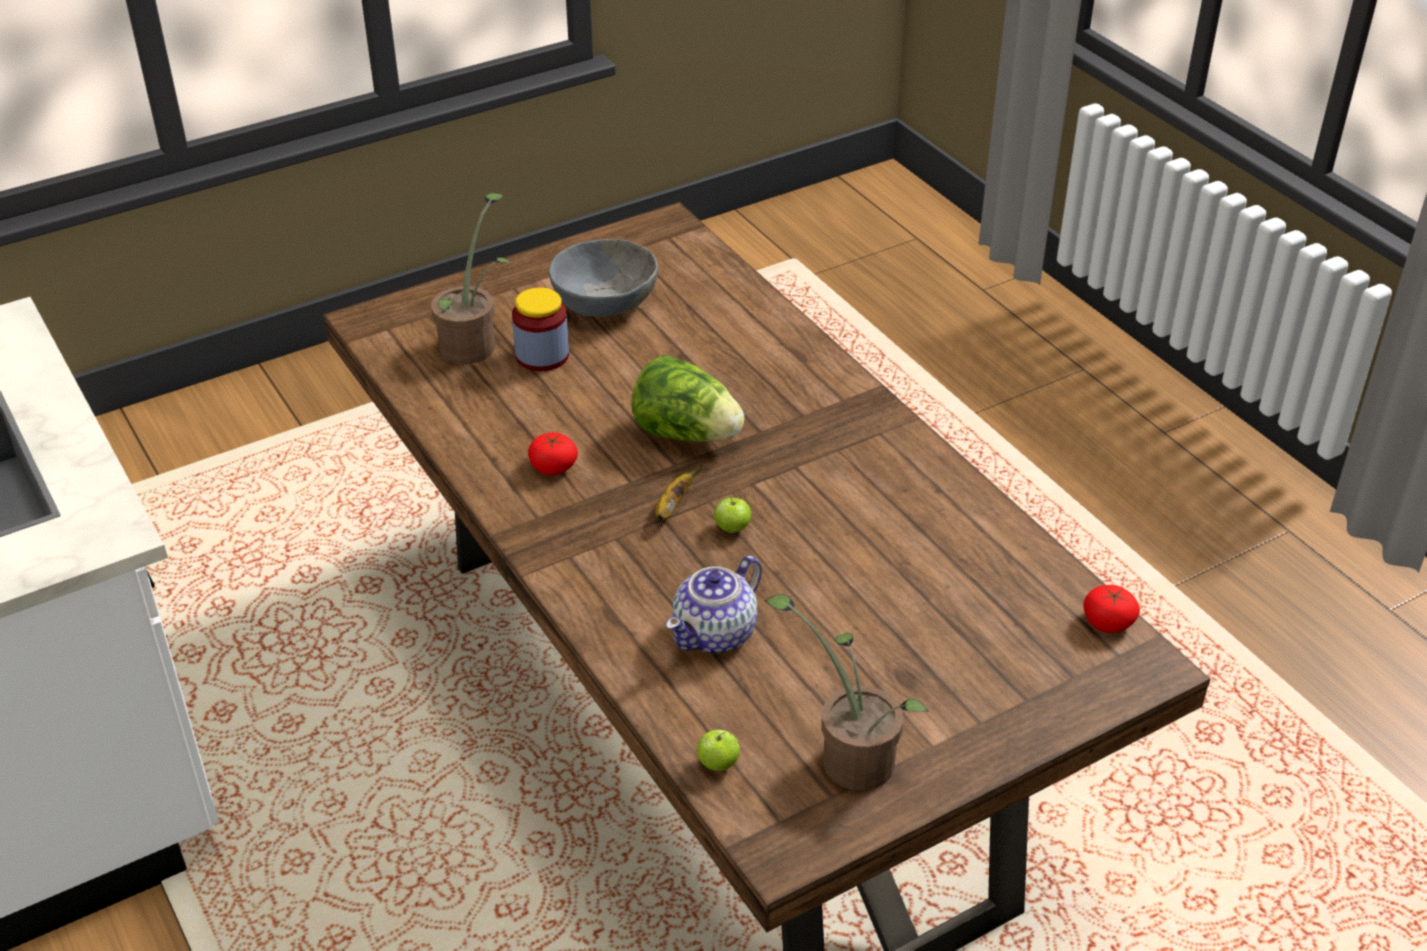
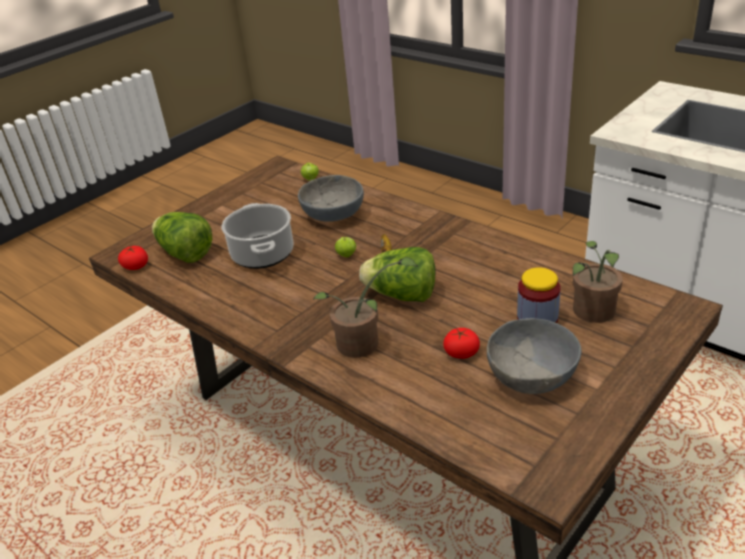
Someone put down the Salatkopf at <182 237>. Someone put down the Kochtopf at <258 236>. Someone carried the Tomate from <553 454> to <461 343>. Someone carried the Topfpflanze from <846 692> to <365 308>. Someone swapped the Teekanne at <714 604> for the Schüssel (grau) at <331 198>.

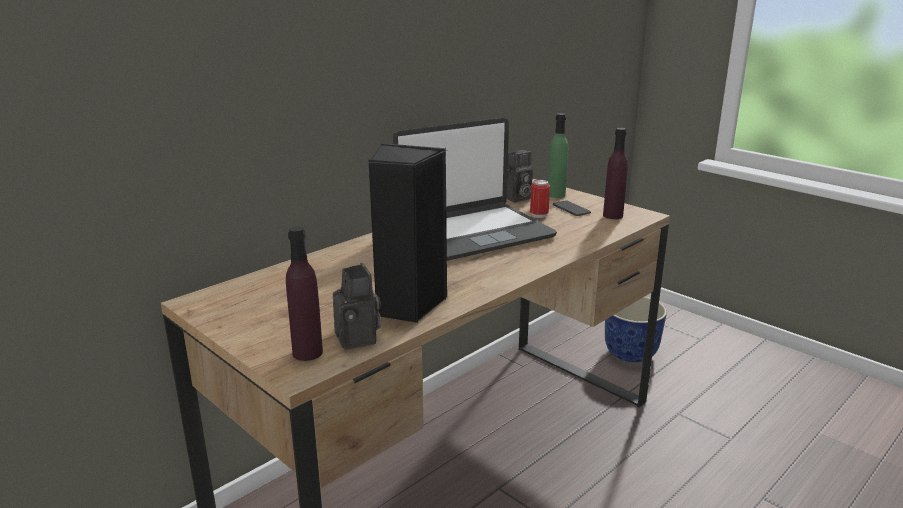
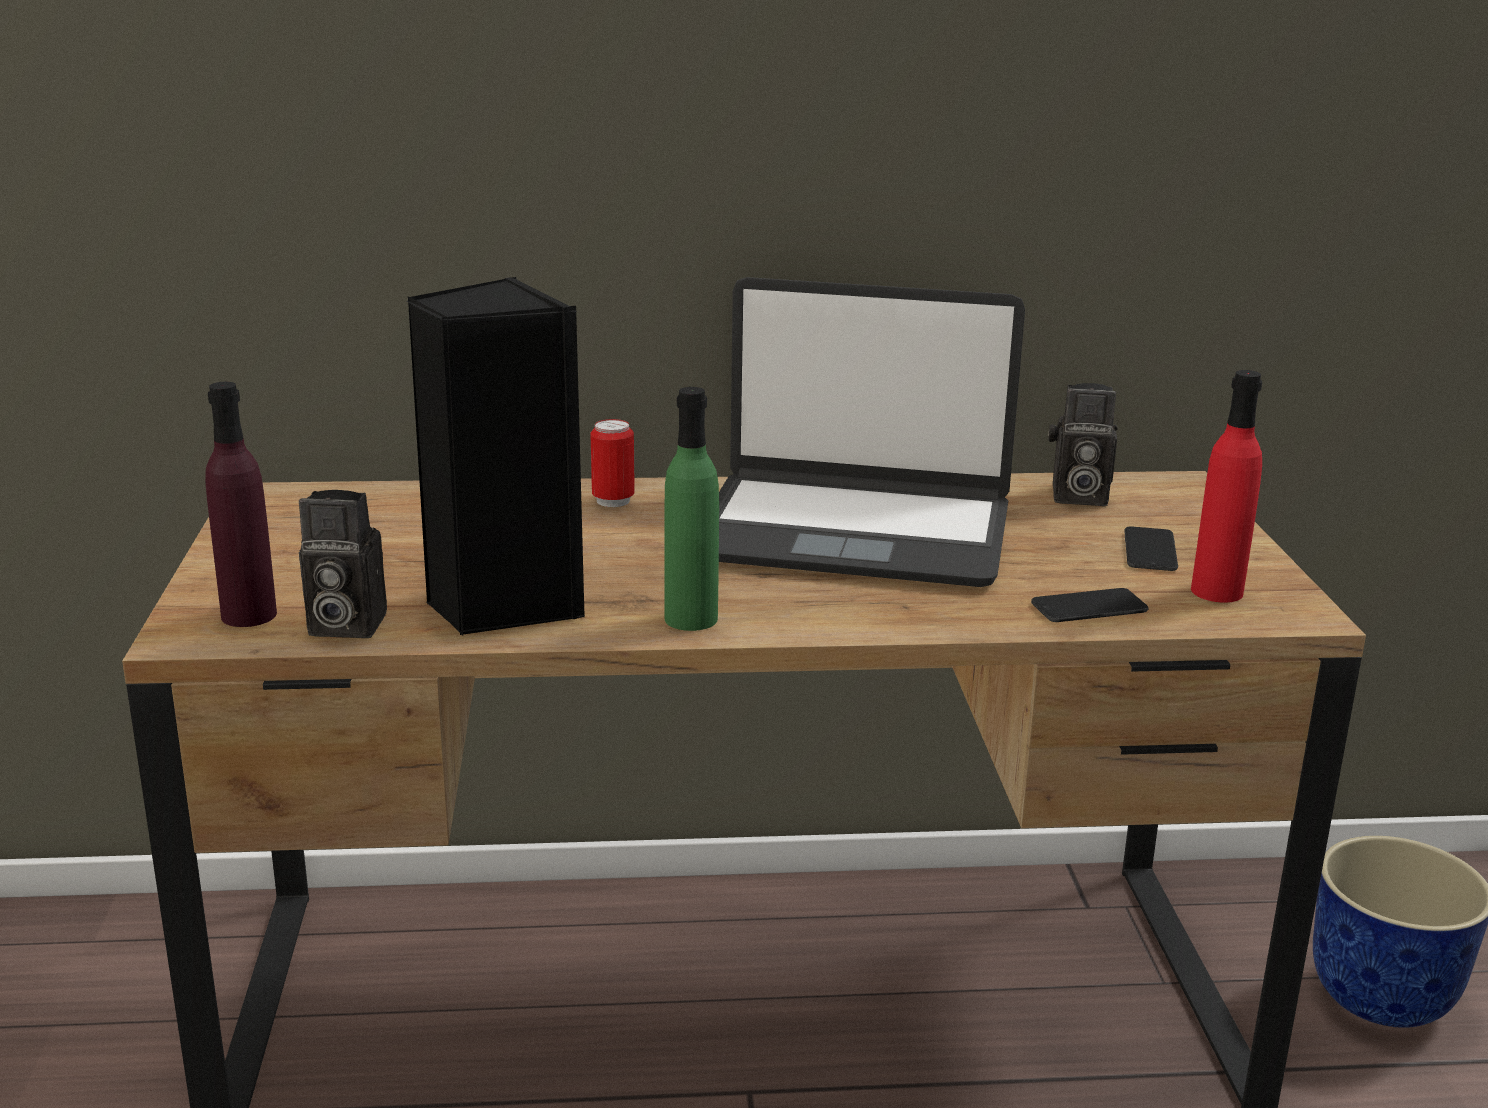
Someone put down the Handy at <1089 605>. Someone carried the Dose from <540 199> to <612 463>. Someone carried the Flasche (grün) from <558 155> to <692 509>. Someone repainted the Flasche (lila) at <615 173>, which became the Flasche (rot) at <1226 486>. Someone rotated the Kamera at <357 306> by 75 degrees clockwise.

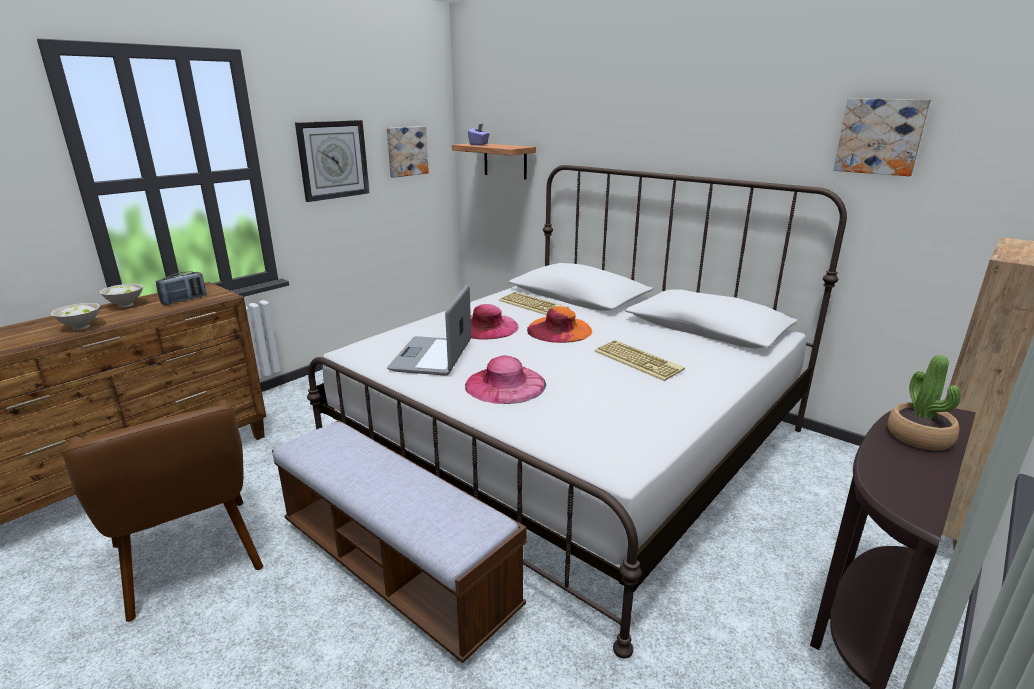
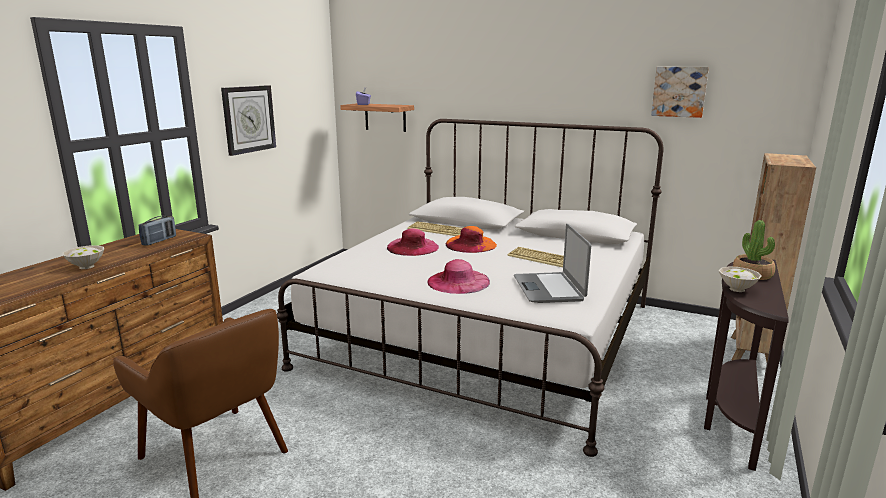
Someone took away the Bank at <399 541>. Someone took away the Bild at <408 152>. Someone carried the Schüssel (weiß) from <121 296> to <740 279>. Someone carried the Laptop from <429 330> to <552 263>.

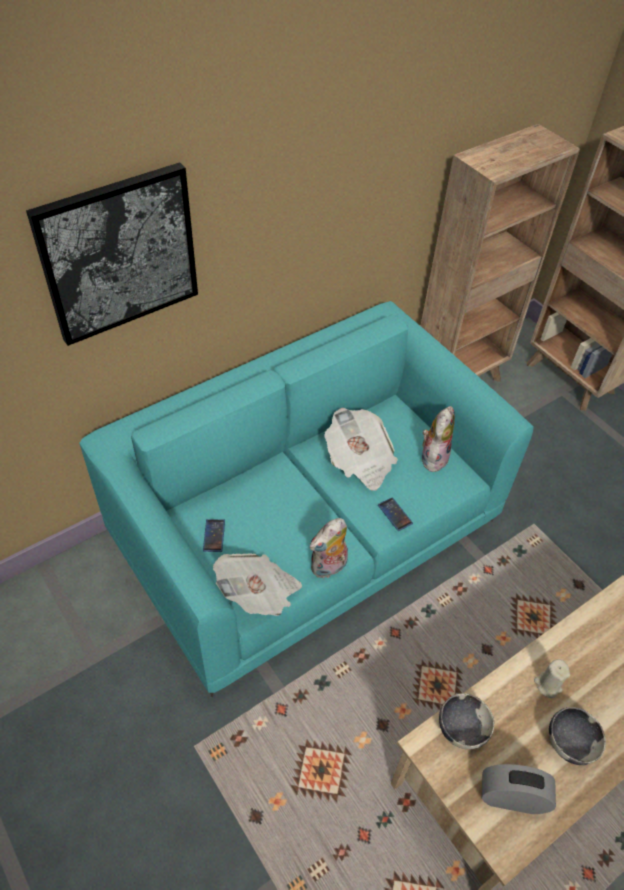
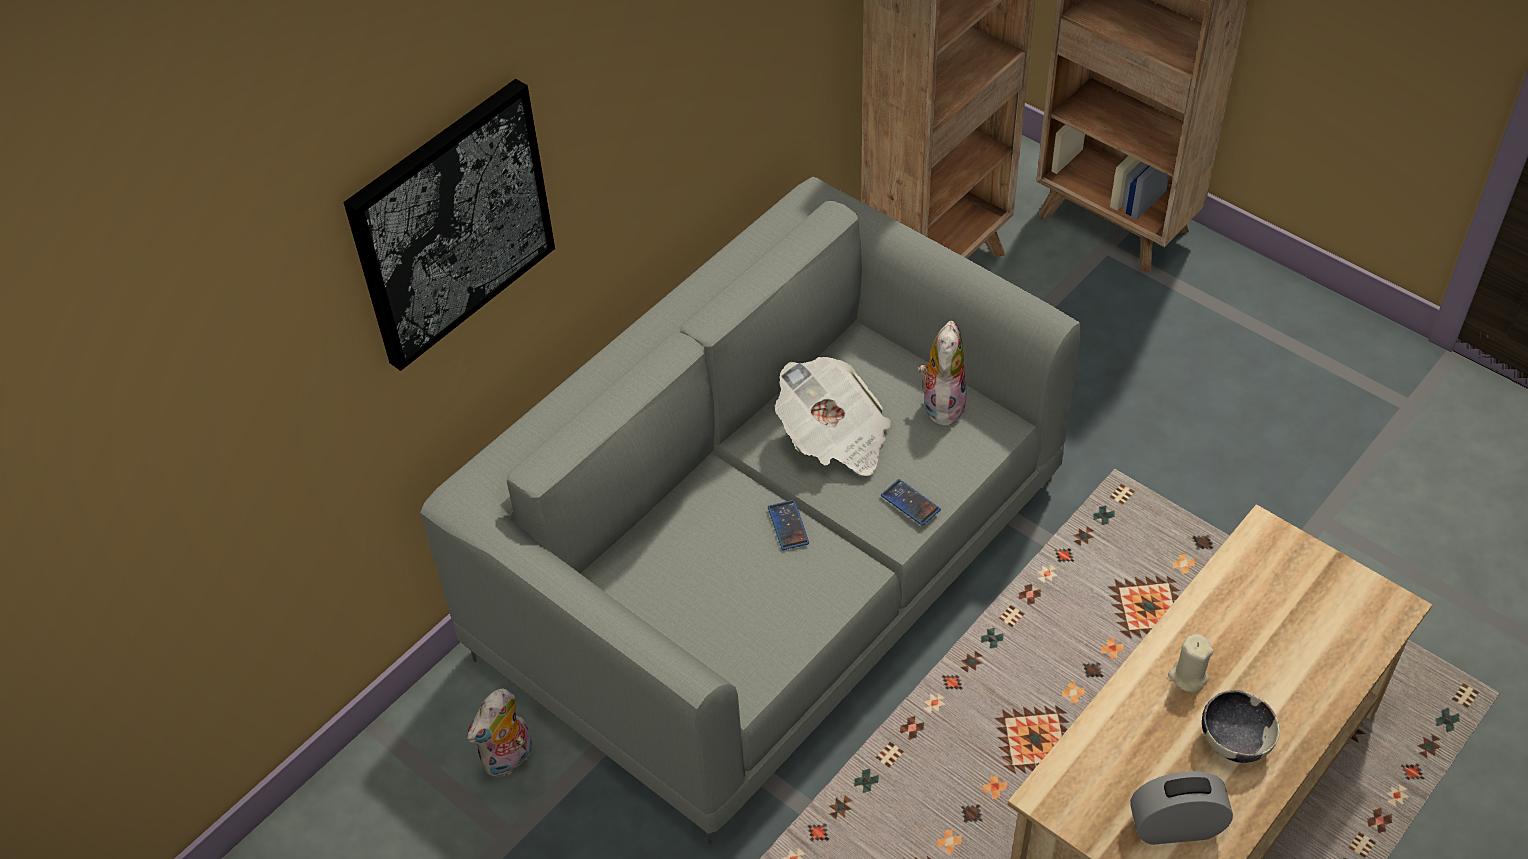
Someone took away the Zeitung at <257 584>. Someone took away the Schüssel at <466 721>. Someone carried the Handy from <214 535> to <788 525>. Someone carried the Plüschtier from <329 548> to <499 733>. Someone repainted the Sofa (türkis) at <306 499>, which became the Sofa (grau) at <750 510>.

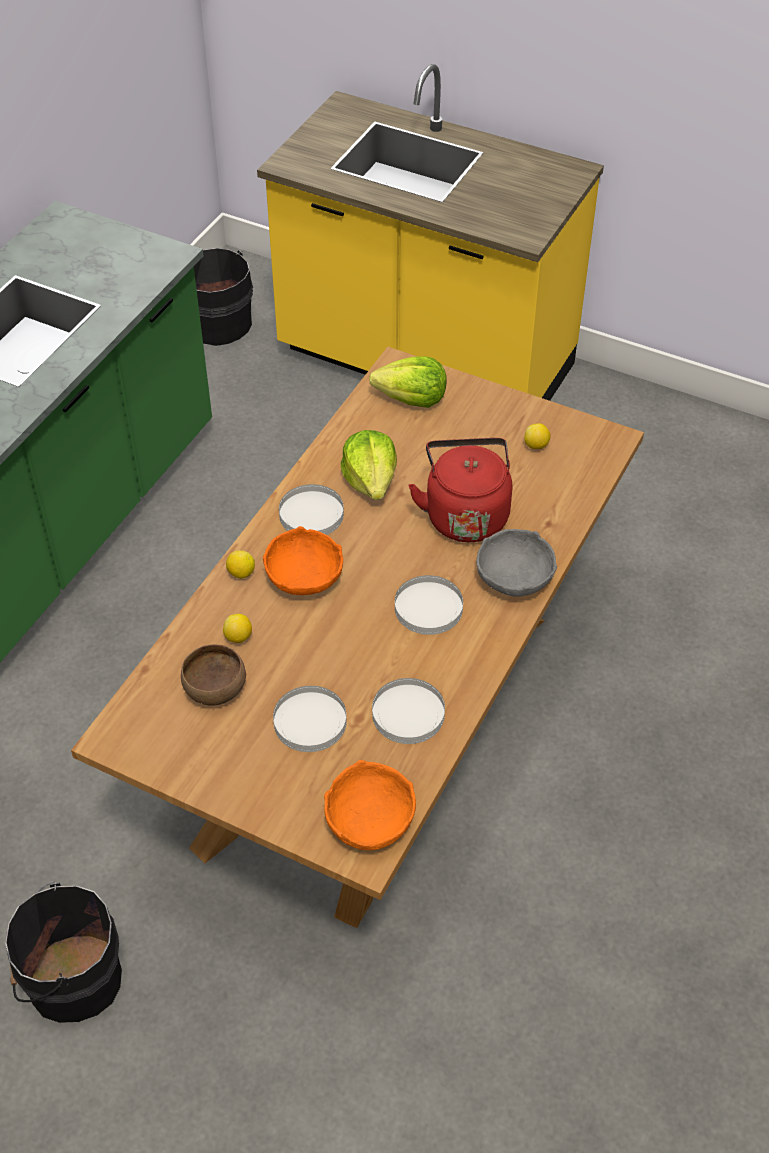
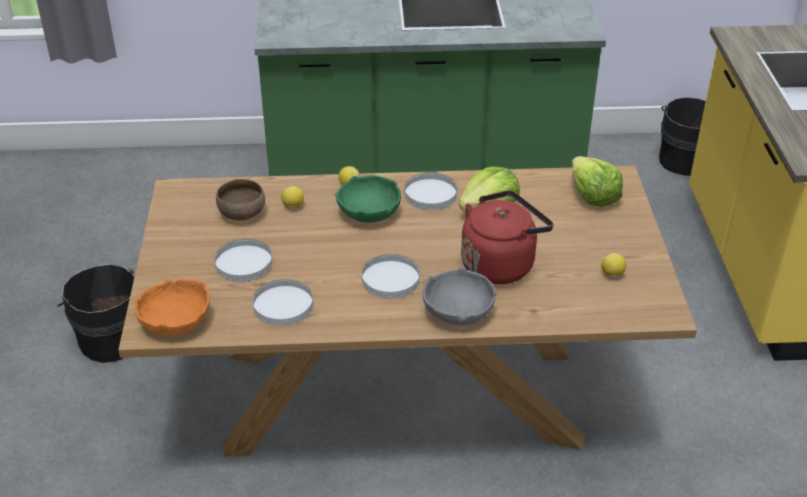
Someone repainted the Schüssel (orange) at <303 560>, which became the Schüssel (grün) at <368 199>.

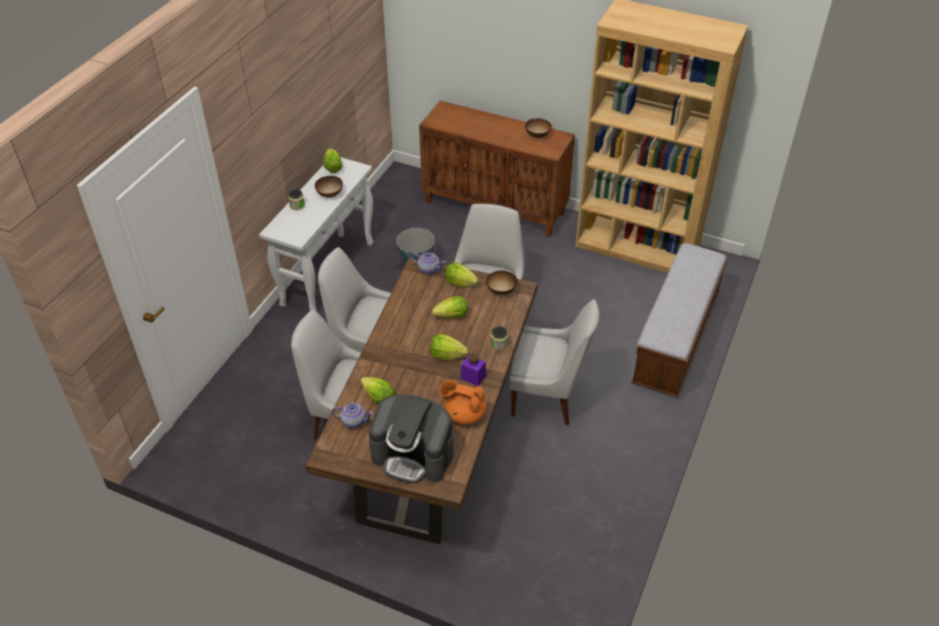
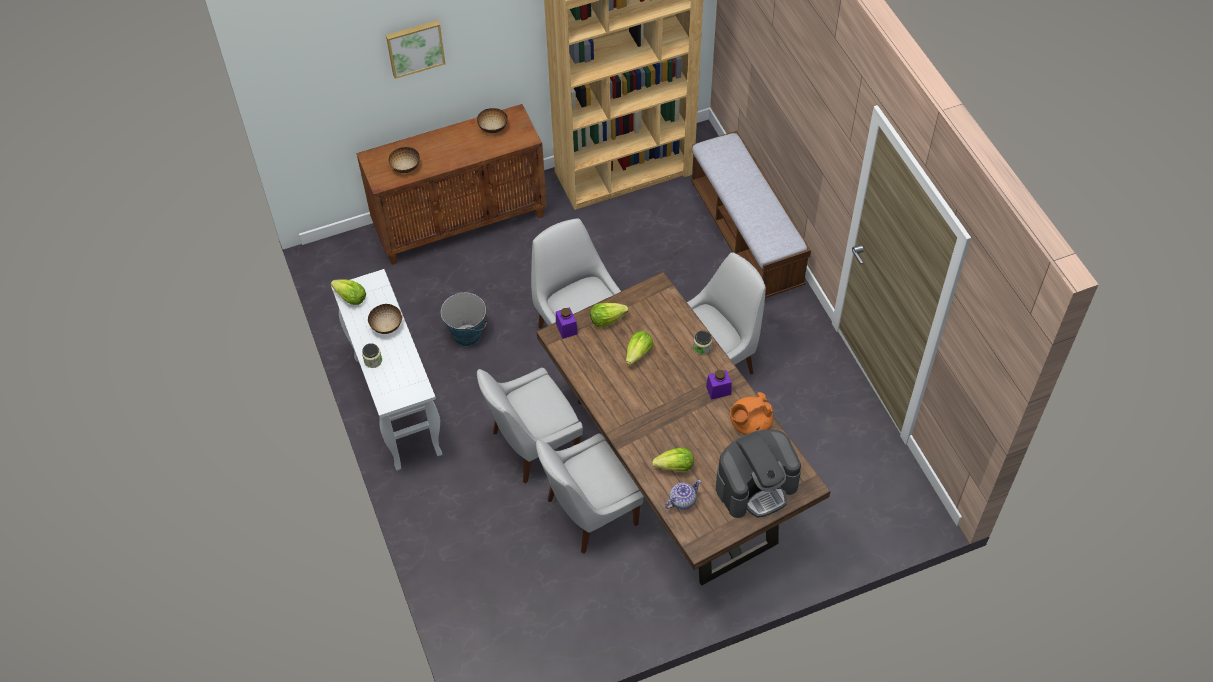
Someone took away the Salatkopf at <449 347>. Someone put up the Bild at <416 49>. Someone carried the Schüssel from <502 283> to <404 160>. Someone swapped the Teekanne at <428 263> for the Vorratsglas (lila) at <567 323>.

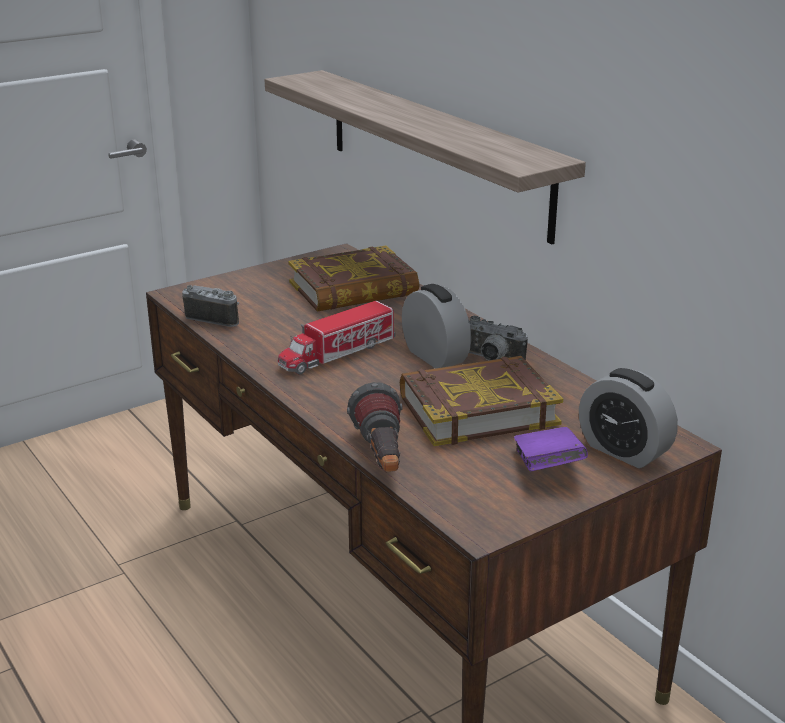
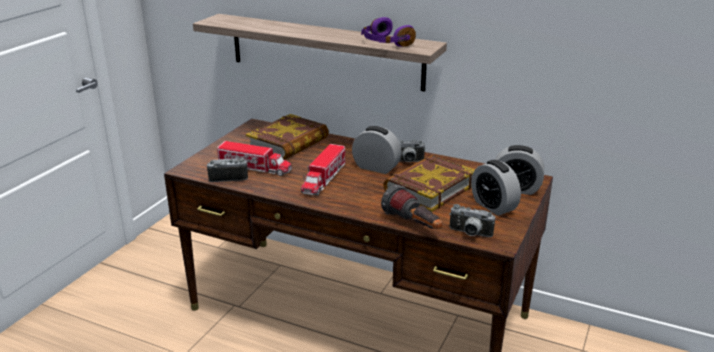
Someone put down the Spielzeuglaster at <254 158>. Someone put down the Kopfhörer (lila) at <388 32>. Someone put down the Kamera at <472 220>. Someone swapped the Buch (lila) at <551 449> for the Wecker at <496 188>.

